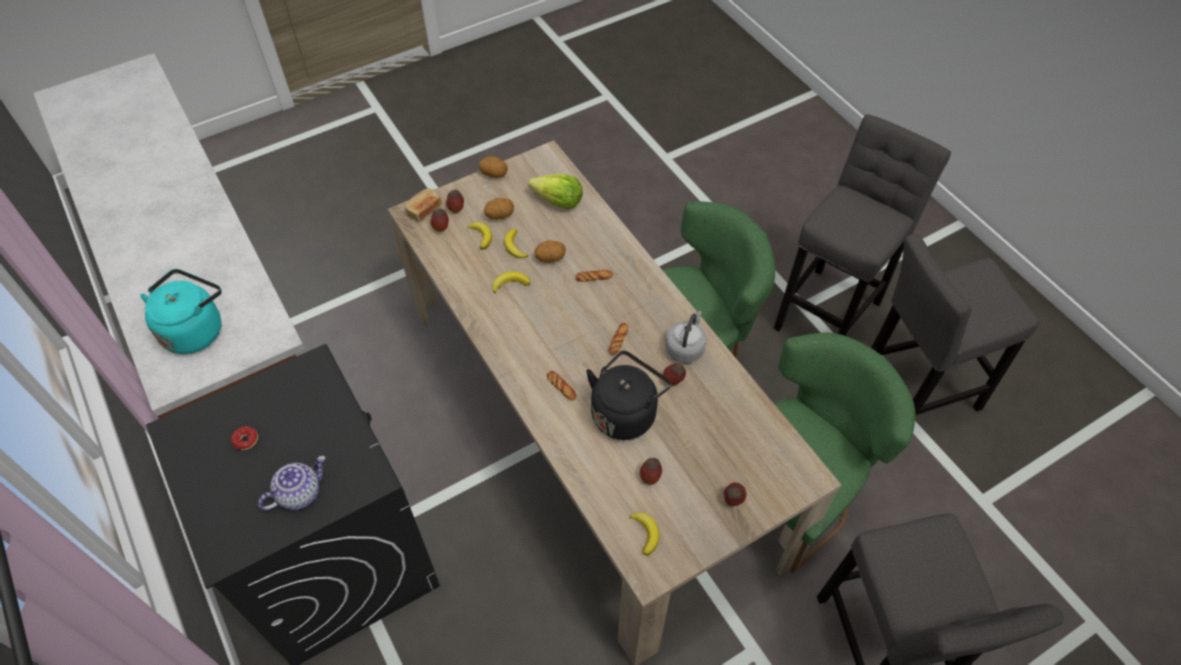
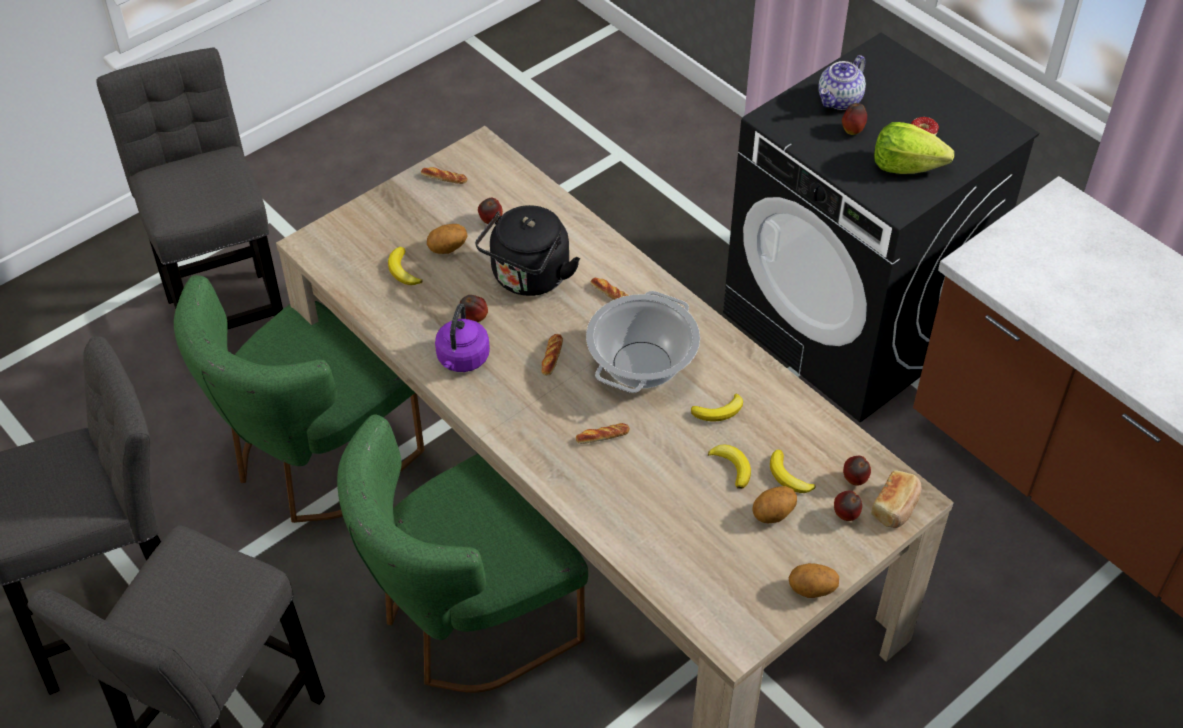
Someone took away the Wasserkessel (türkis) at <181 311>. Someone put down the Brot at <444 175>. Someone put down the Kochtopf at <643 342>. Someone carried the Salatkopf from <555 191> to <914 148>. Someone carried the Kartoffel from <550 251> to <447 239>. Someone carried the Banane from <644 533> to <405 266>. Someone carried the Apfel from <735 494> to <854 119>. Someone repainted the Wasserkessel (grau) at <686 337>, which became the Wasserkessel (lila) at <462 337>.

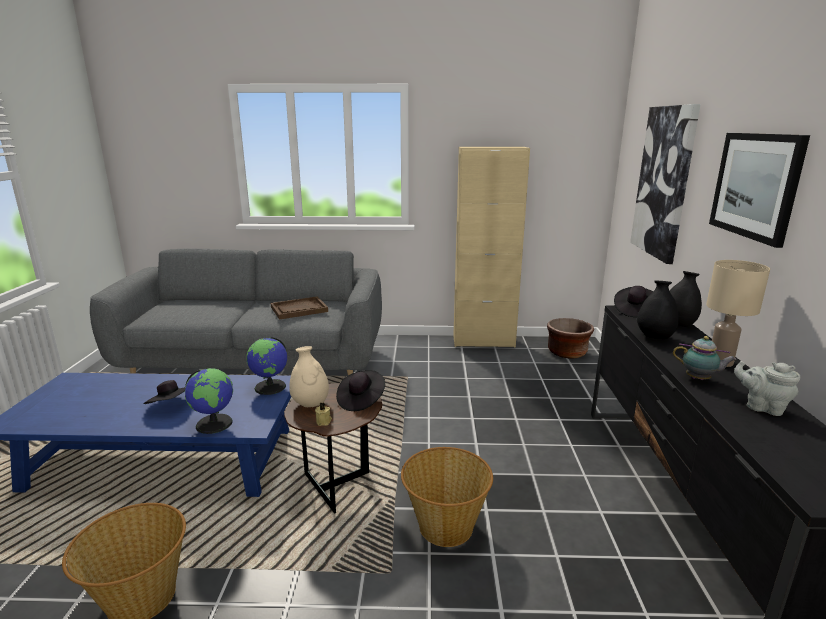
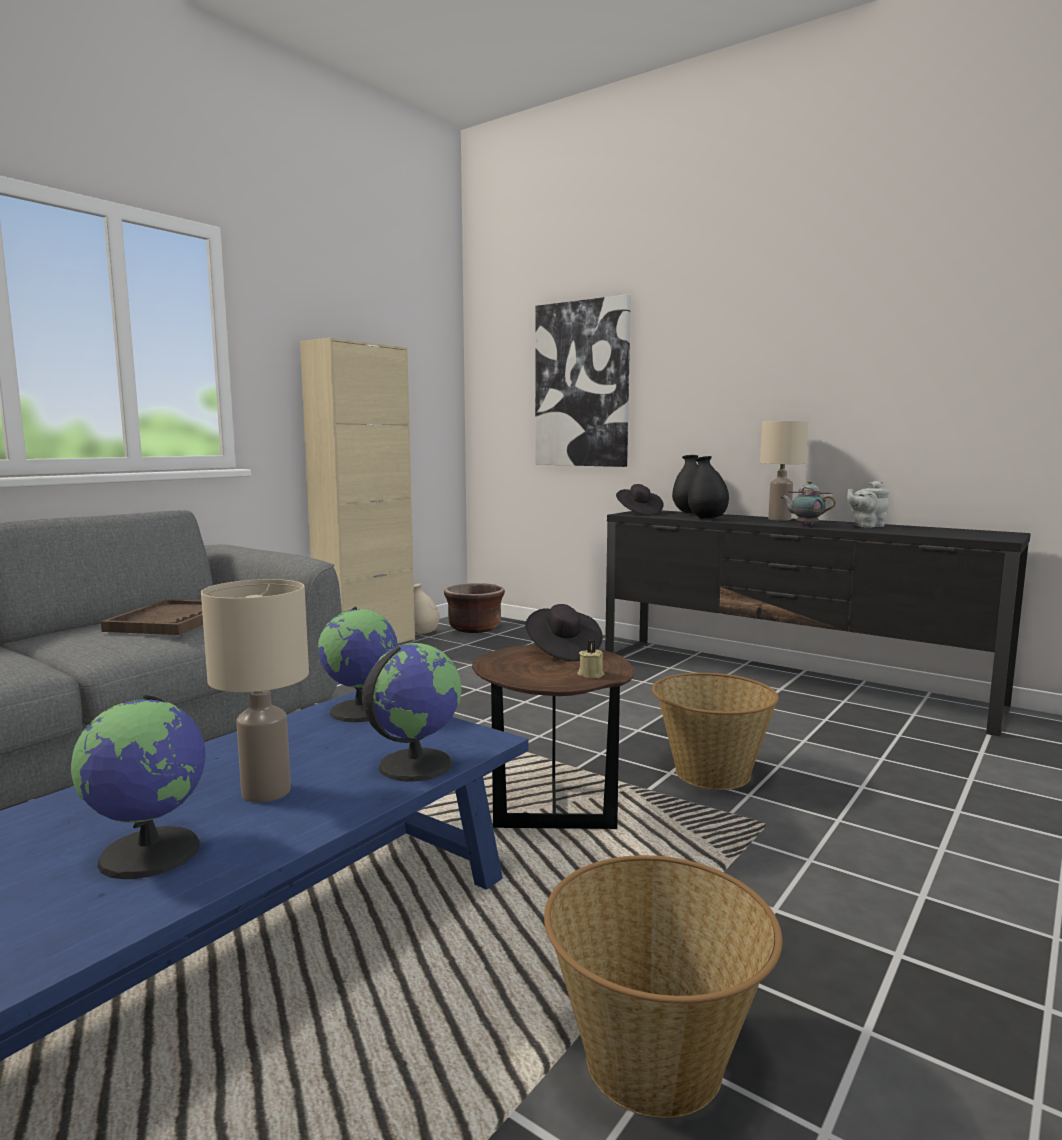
Someone took away the Bild at <759 190>. Someone put down the Globus at <138 787>. Someone carried the Vase (beige) from <309 376> to <427 609>. Someone swapped the Hut (schwarz) at <164 392> for the Tischlampe (beige) at <255 691>. Someone rotated the Teekanne at <704 358> by 120 degrees counterclockwise.

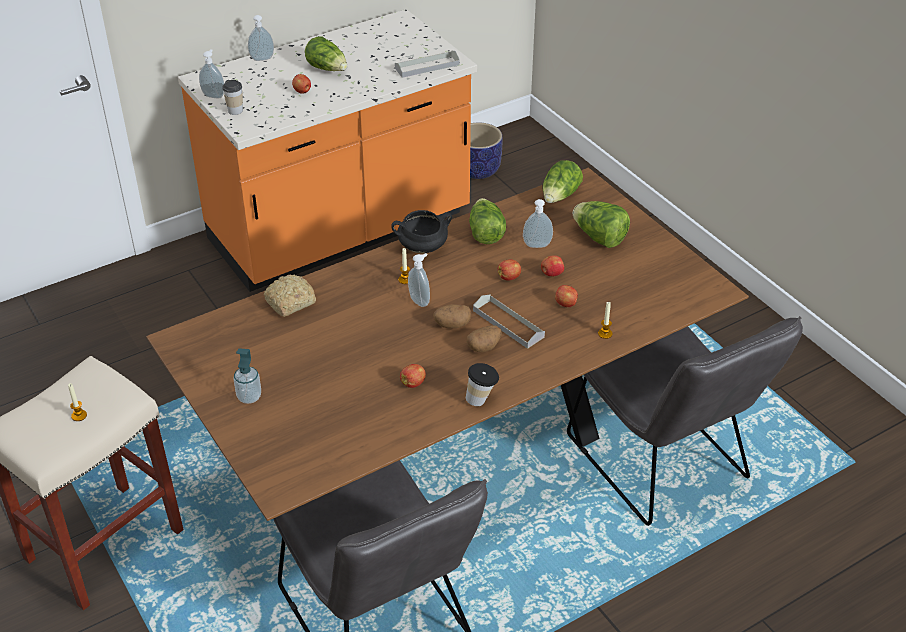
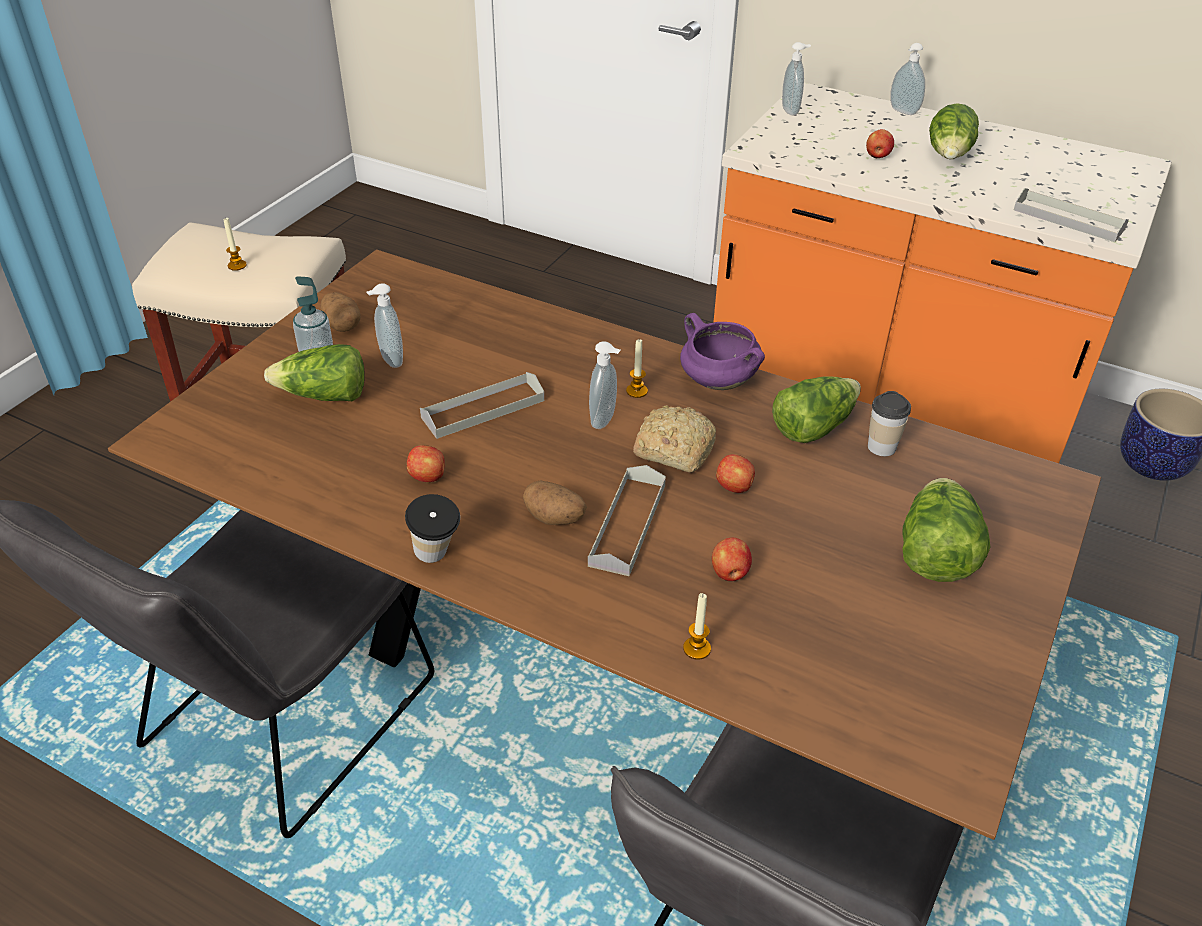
Someone took away the Apfel at <552 266>. Someone put down the Tablett (grau) at <482 405>. Someone carried the Tasse from <232 97> to <889 423>. Someone carried the Brot from <290 295> to <674 439>. Someone carried the Kartoffel from <452 316> to <341 312>. Someone carried the Seifenspender from <538 223> to <384 325>. Someone carried the Salatkopf from <563 181> to <314 372>. Someone repainted the Kochtopf (schwarz) at <421 231>, which became the Kochtopf (lila) at <722 351>.

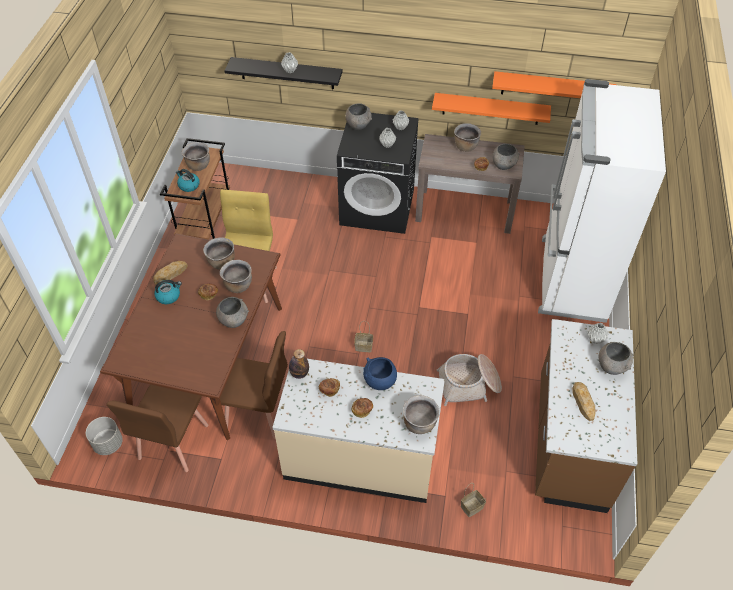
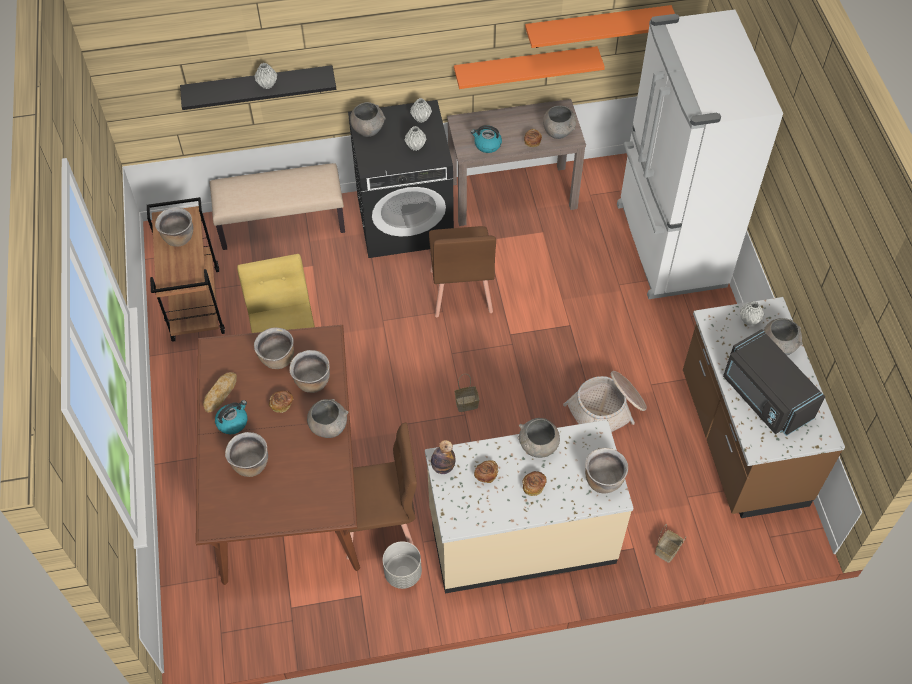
Someone put down the Bank (beige) at <277 206>. Someone carried the Pflanzkübel (grau) from <104 436> to <402 565>. Someone carried the Stuhl (braun) from <158 428> to <462 272>. Someone carried the Wasserkessel from <188 180> to <486 139>. Someone carried the Kochtopf (braun) from <467 137> to <246 454>. Someone swapped the Brot at <584 401> for the Mikrowelle (schwarz) at <774 382>. Someone repainted the Schüssel (blau) at <380 373>, which became the Schüssel (grau) at <539 438>.

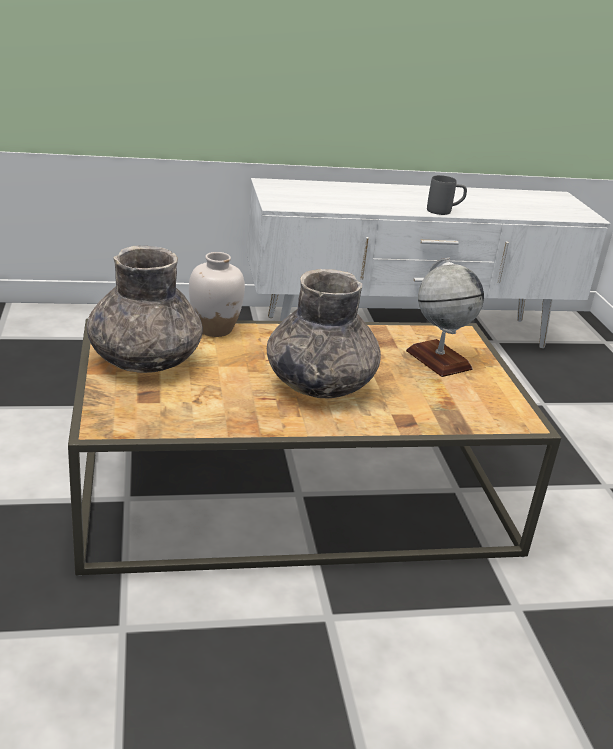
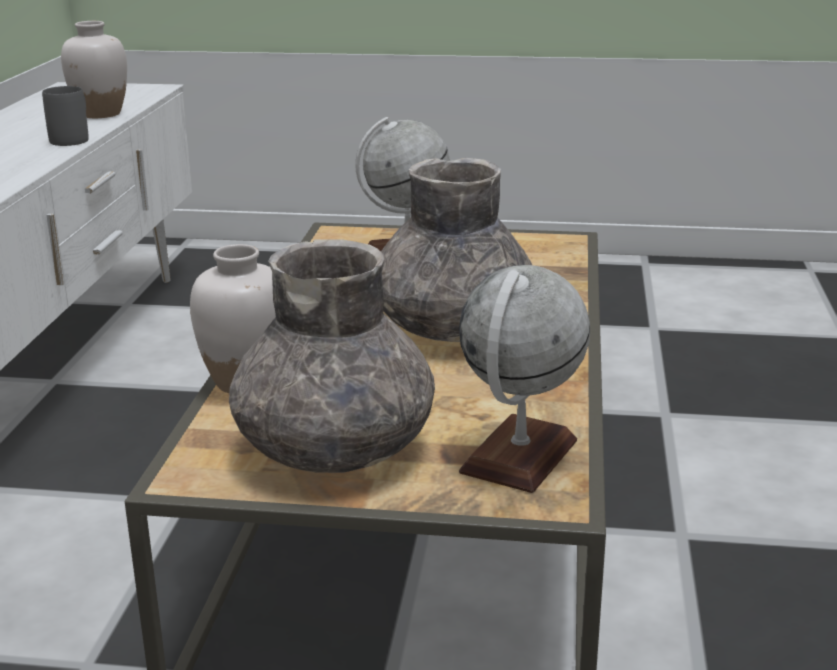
Someone put down the Vase (weiß) at <94 69>. Someone put down the Globus at <524 379>.

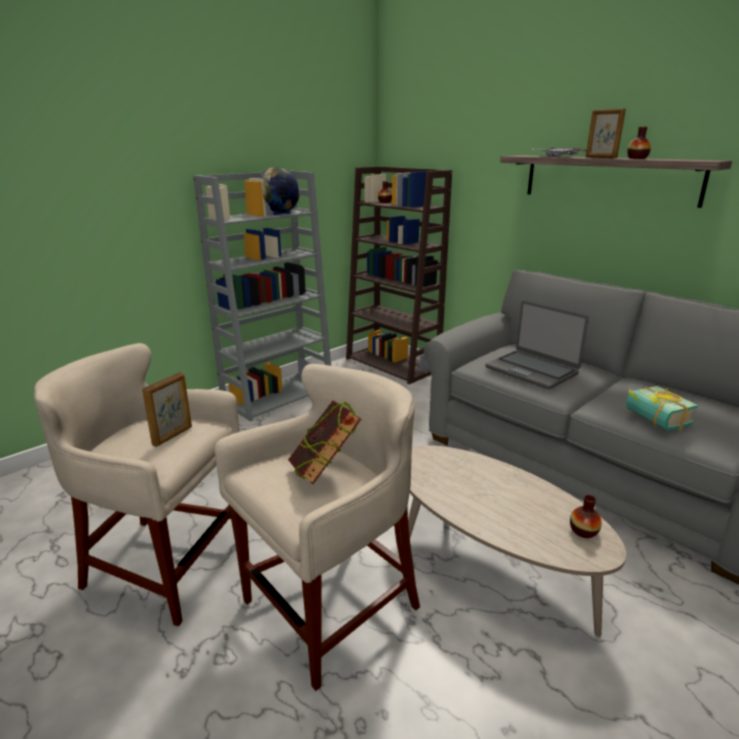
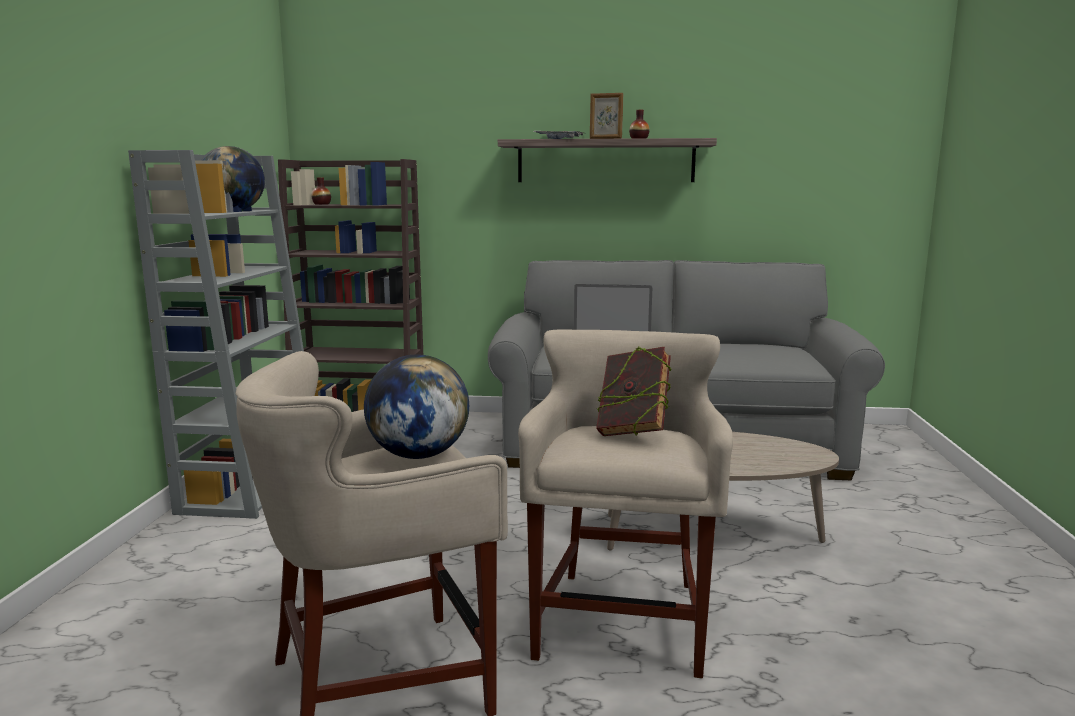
Someone took away the Vase at <586 516>. Someone took away the Buch at <662 408>. Someone swapped the Bilderrahmen at <167 409> for the Globus at <416 406>.

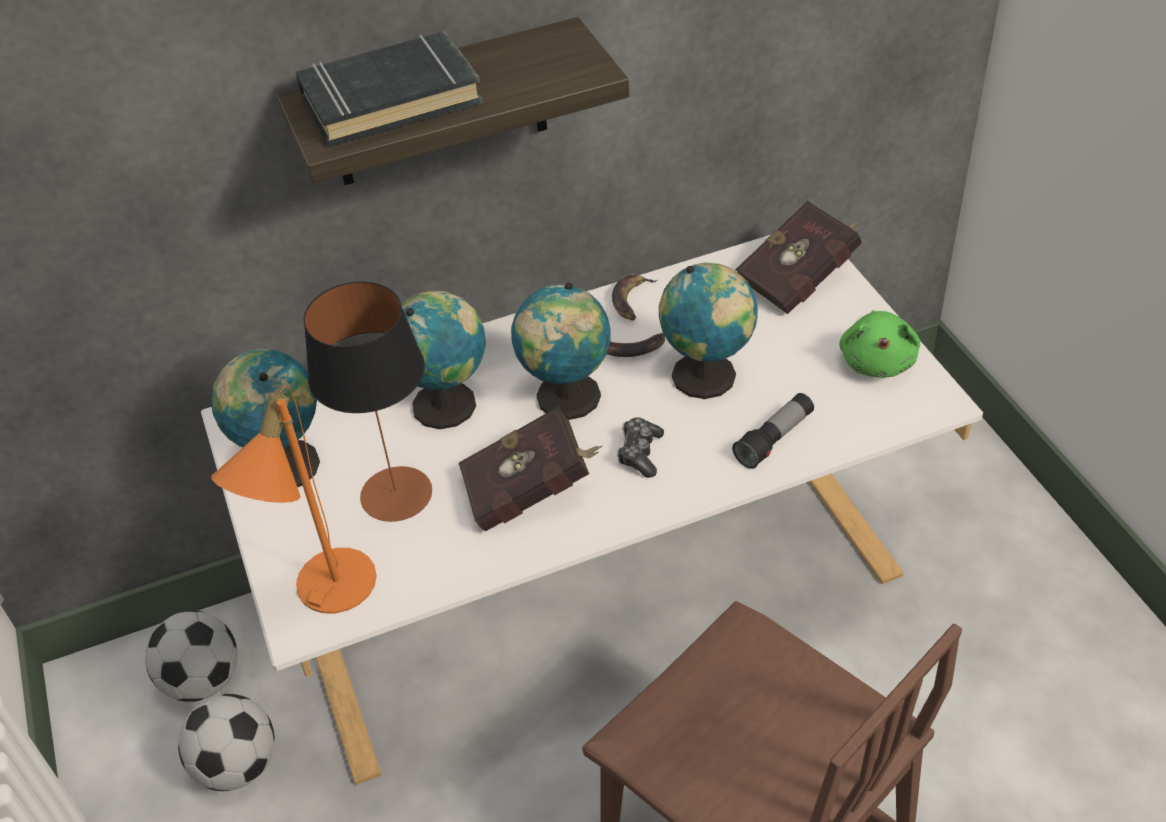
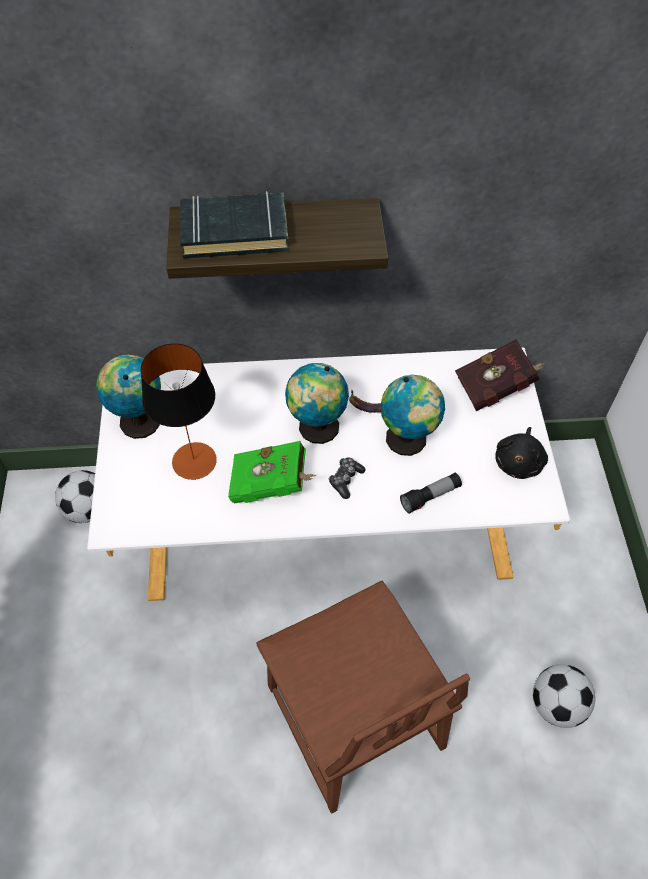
Someone took away the Tischlampe (orange) at <294 499>. Someone took away the Globus at <443 360>. Someone took away the Banane at <634 297>. Someone carried the Fußball from <226 742> to <564 696>. Someone repainted the Buch (rot) at <530 469>, which became the Buch (grün) at <272 472>. Someone repainted the Plüschtier (grün) at <879 344>, which became the Plüschtier (schwarz) at <521 453>.

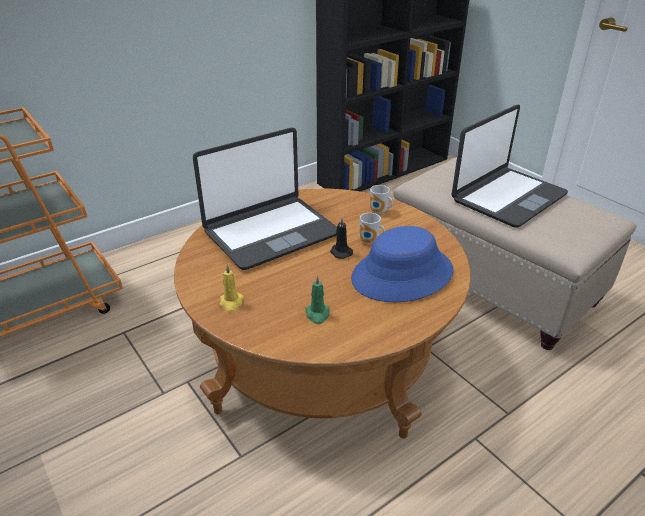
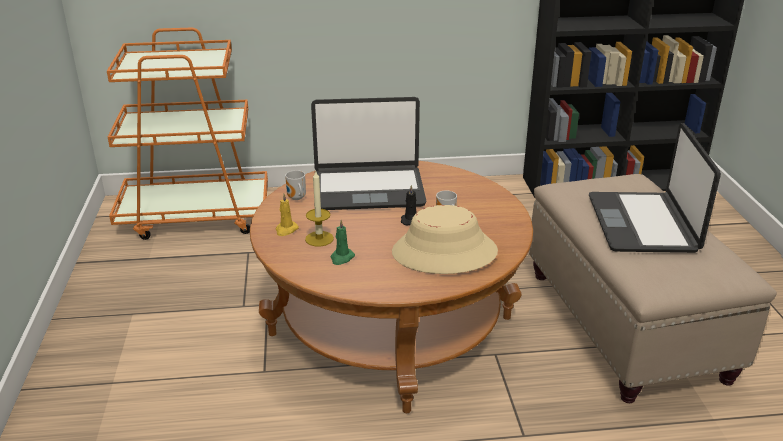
Someone put down the Kerze at <319 209>. Someone carried the Henkelbecher from <381 199> to <295 185>. Someone repainted the Hut (blau) at <402 264>, which became the Hut (beige) at <445 239>. Someone rotated the Laptop at <510 166> by 105 degrees clockwise.

